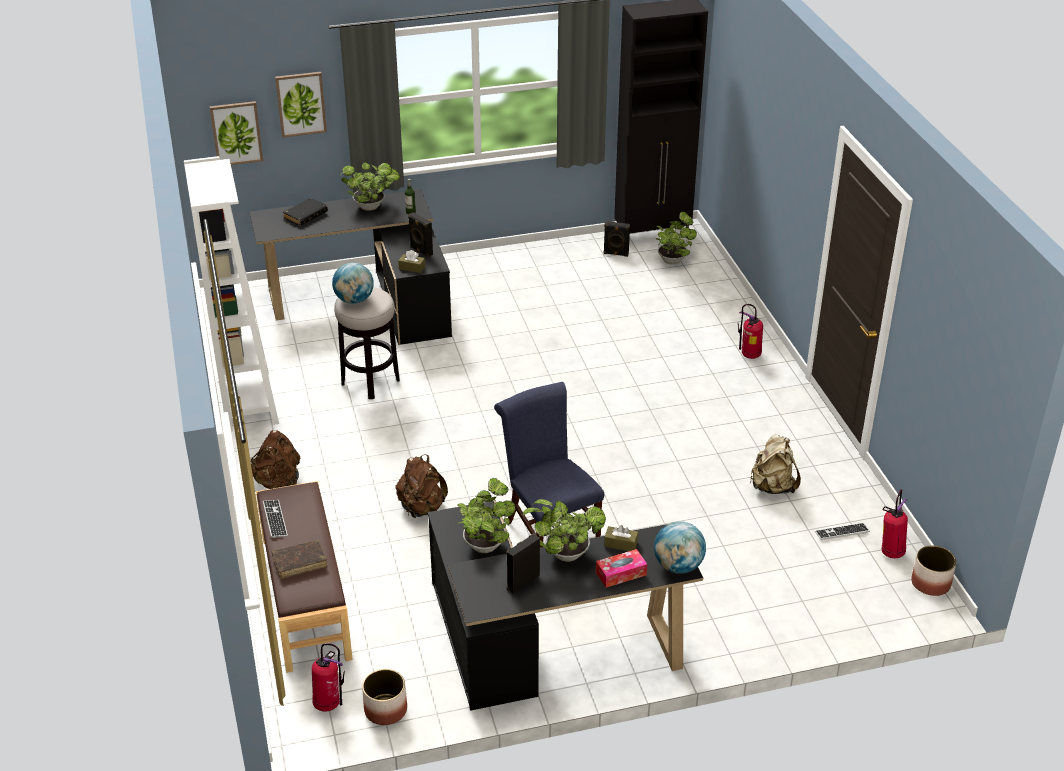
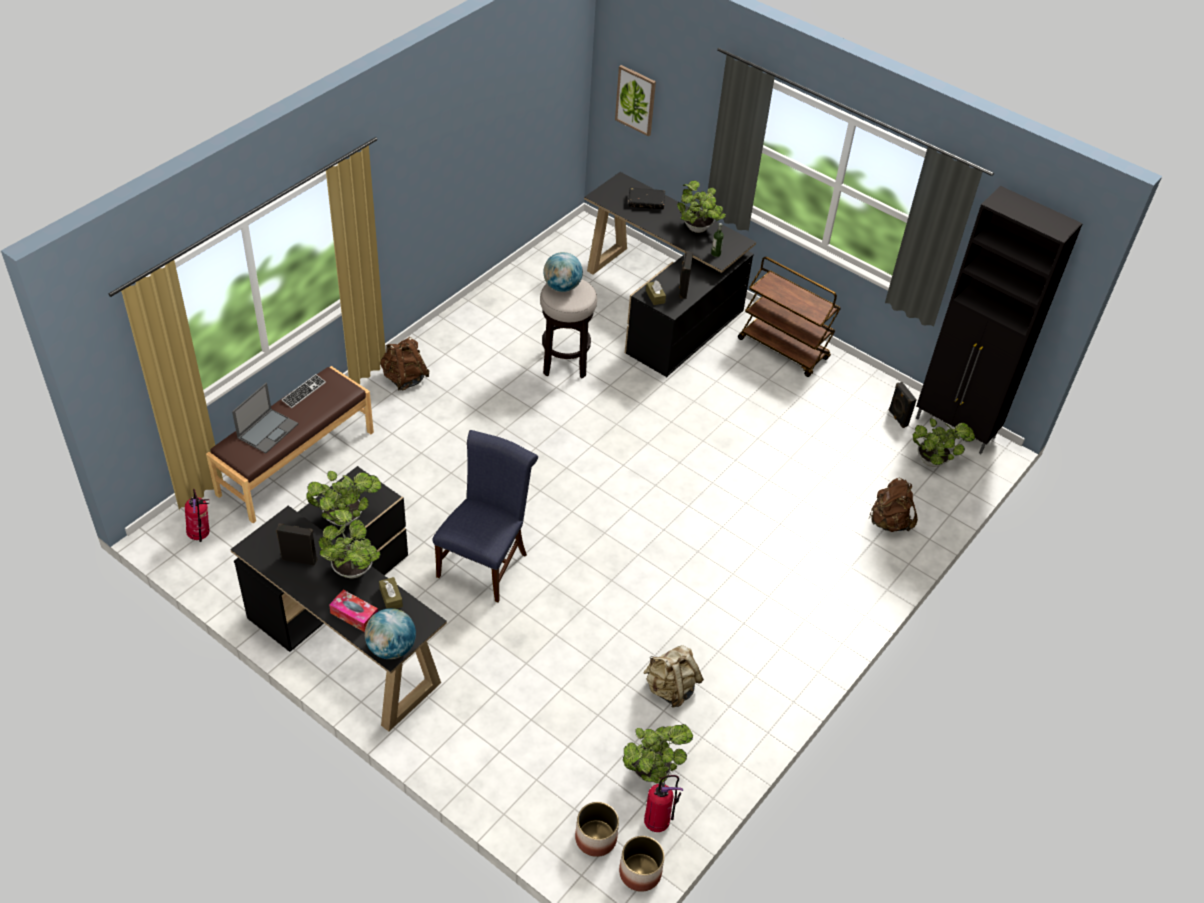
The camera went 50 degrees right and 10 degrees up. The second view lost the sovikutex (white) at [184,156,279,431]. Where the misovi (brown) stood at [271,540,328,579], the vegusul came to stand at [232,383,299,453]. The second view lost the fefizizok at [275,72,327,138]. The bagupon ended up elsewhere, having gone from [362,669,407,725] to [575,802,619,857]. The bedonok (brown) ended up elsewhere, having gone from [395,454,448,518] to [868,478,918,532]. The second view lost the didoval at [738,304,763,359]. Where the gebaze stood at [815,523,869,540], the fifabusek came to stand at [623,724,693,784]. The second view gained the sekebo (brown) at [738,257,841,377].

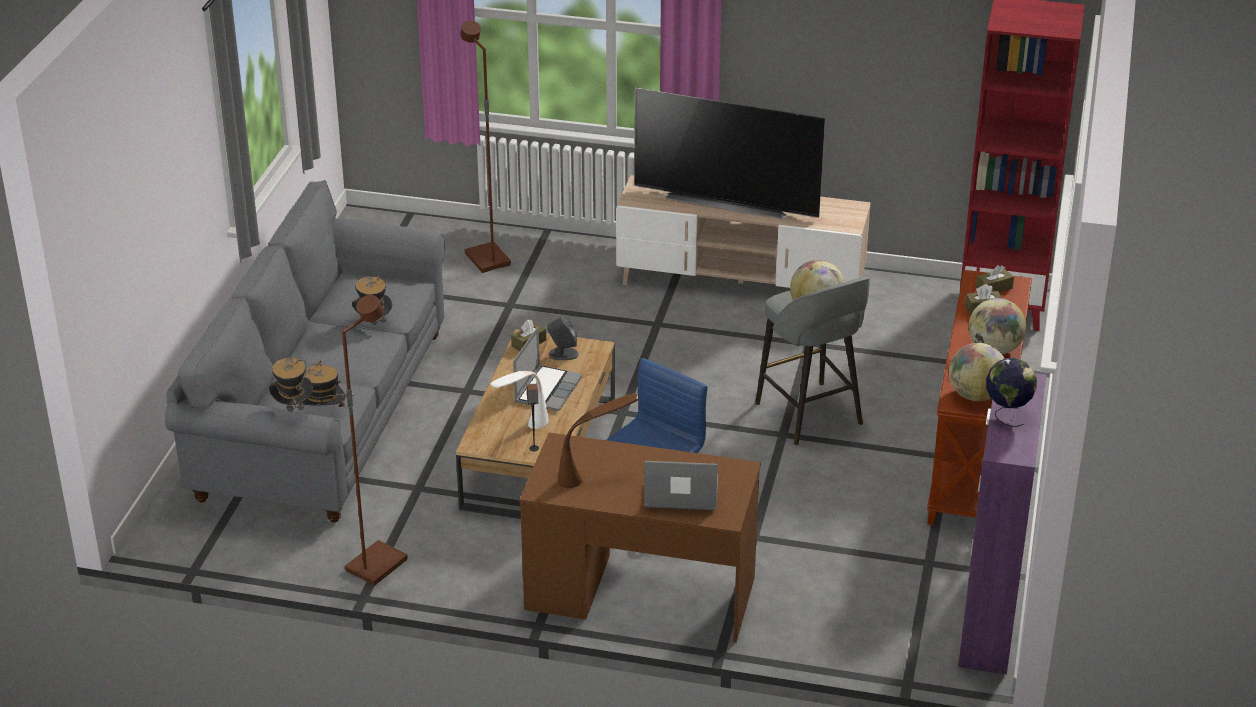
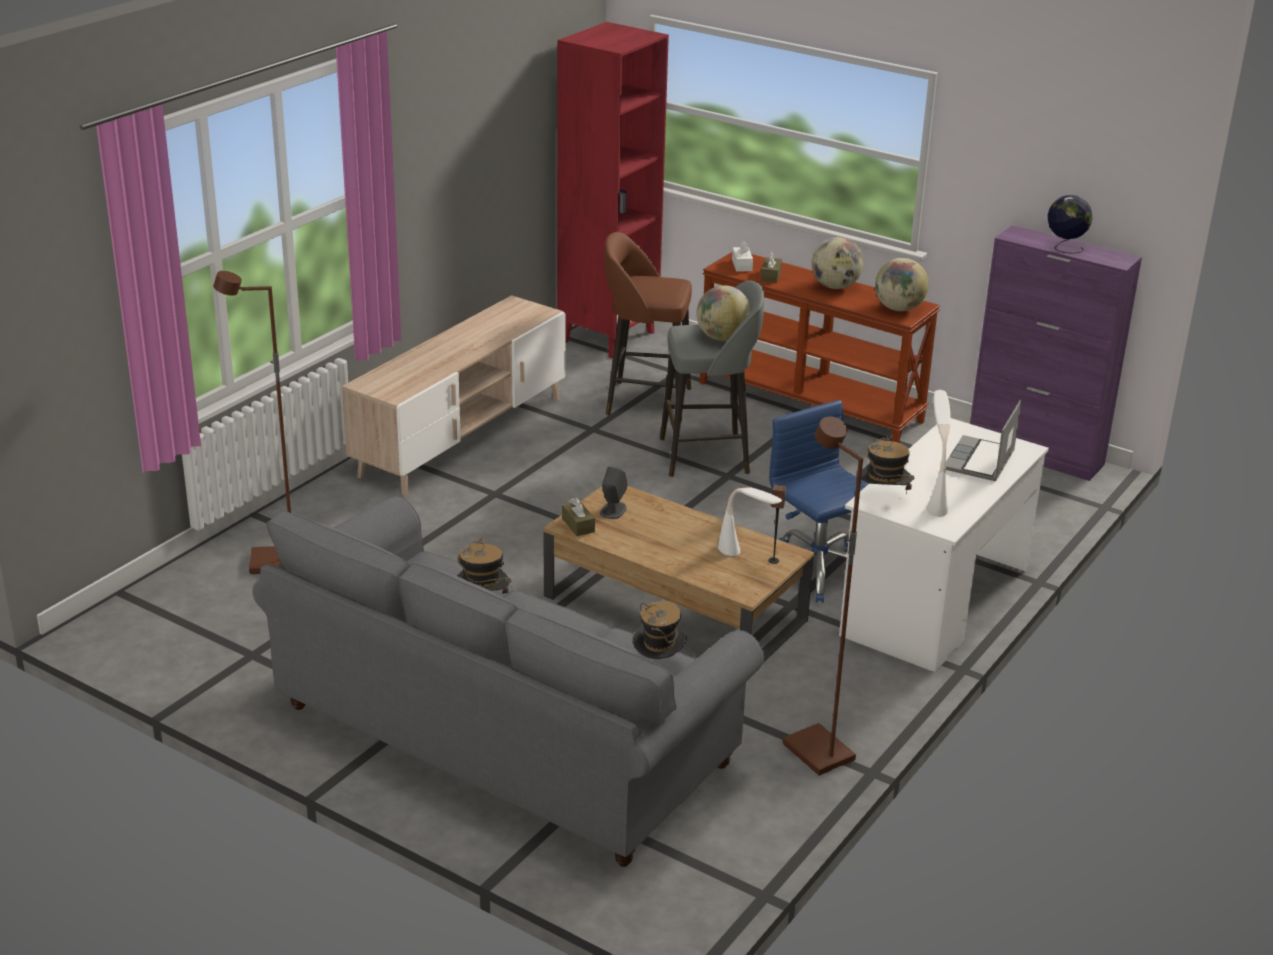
The camera went 70 degrees left and 5 degrees down. The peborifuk ended up elsewhere, having gone from [269,357,313,420] to [861,435,914,495]. The second view lost the vegusul at [513,326,582,411]. What was the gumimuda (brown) at [519,433,761,643] turned into the gumimuda (white) at [839,418,1049,672]. What was the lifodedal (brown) at [558,393,639,488] turned into the lifodedal (white) at [927,390,951,517]. The second view lost the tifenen at [635,87,825,220]. What was the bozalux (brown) at [976,265,1014,292] turned into the bozalux (white) at [732,241,753,271]. The second view gained the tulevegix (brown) at [604,232,692,422].

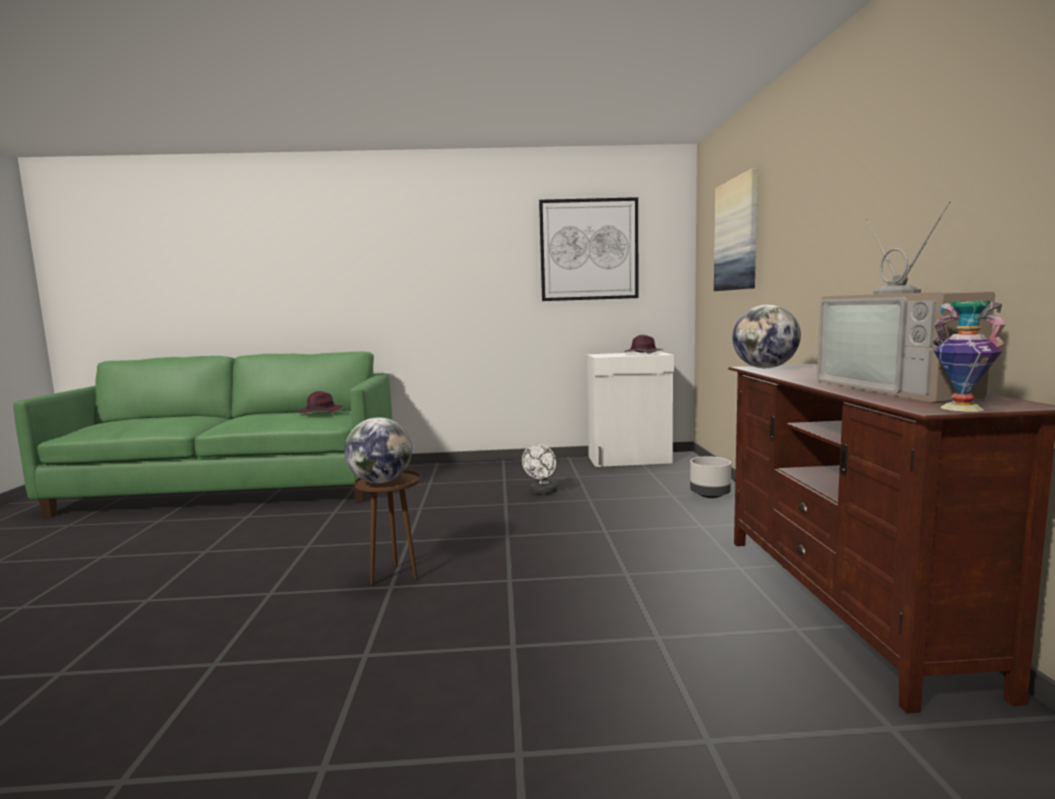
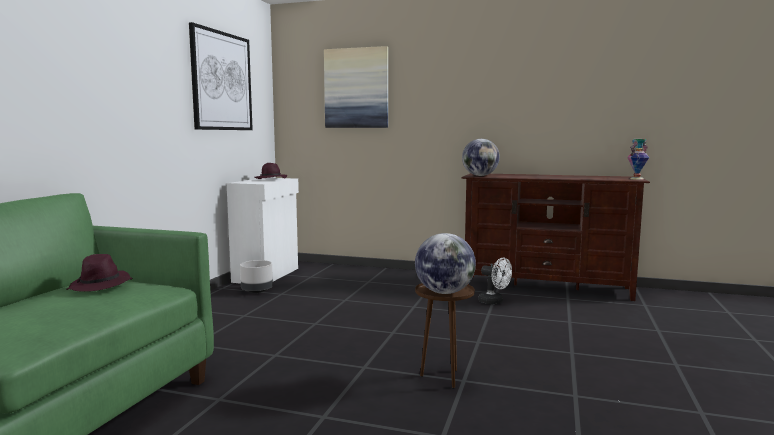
The camera went 70 degrees left and 0 degrees up. The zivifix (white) ended up elsewhere, having gone from [522,444,557,494] to [478,258,512,304]. The bagupon (grey) ended up elsewhere, having gone from [690,456,731,498] to [240,260,273,293]. The second view lost the tifenen at [817,201,995,402].

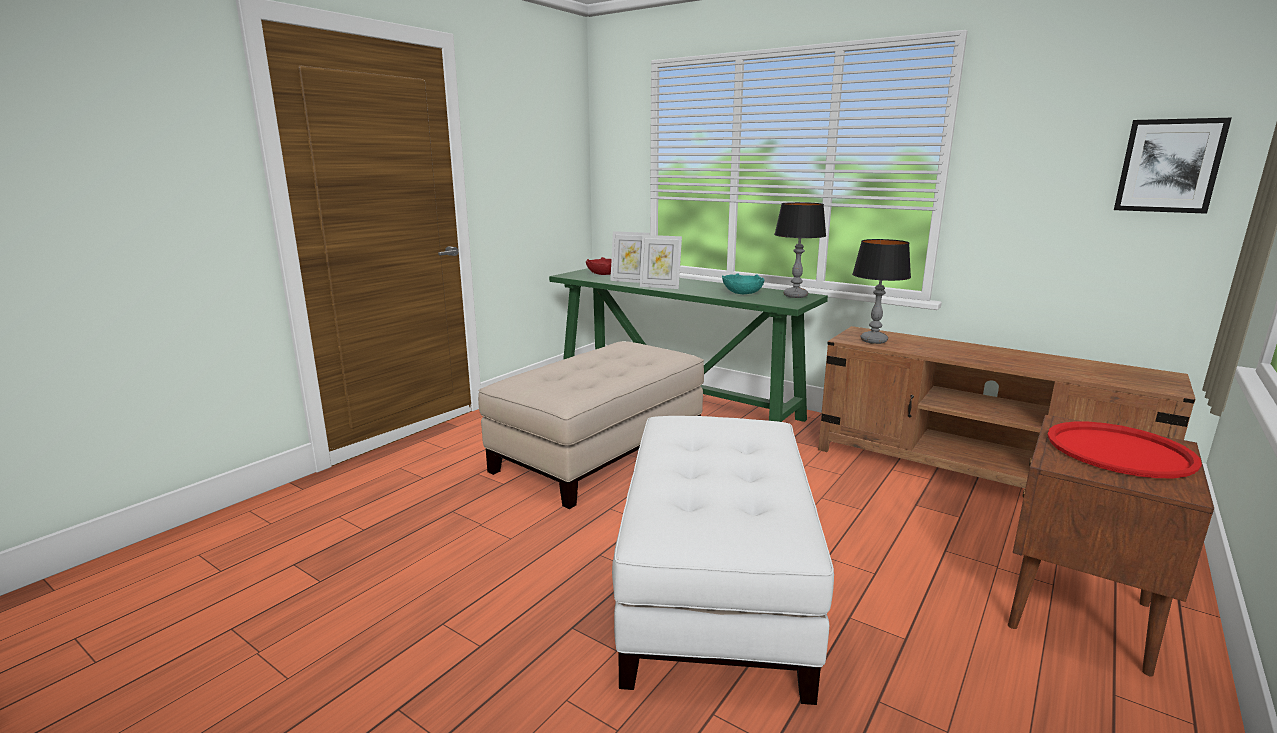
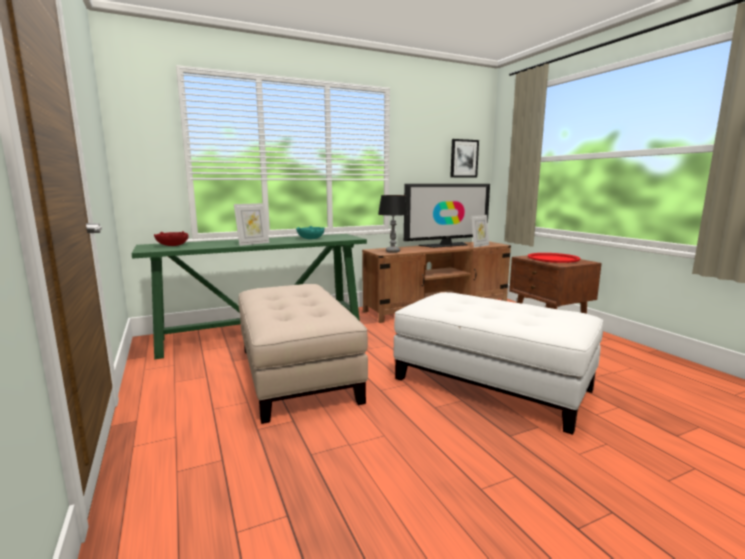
The camera went 60 degrees left and 5 degrees down. The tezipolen ended up elsewhere, having gone from [610,231,650,283] to [471,215,489,247]. The second view lost the lifodedal at [774,202,826,298]. The second view gained the tifenen at [404,184,490,248].

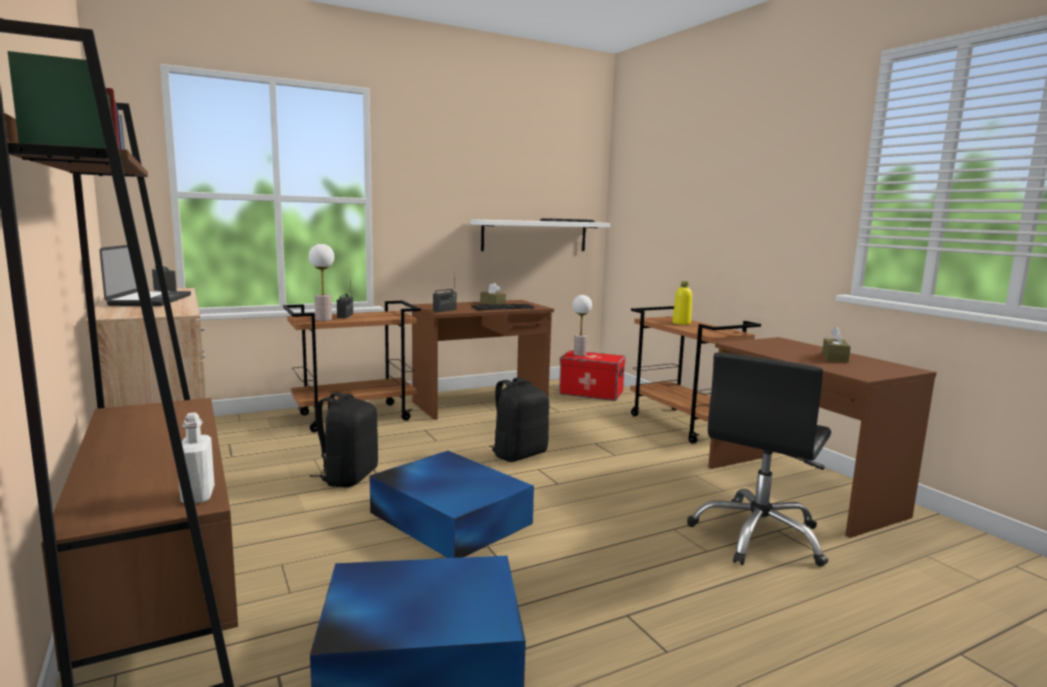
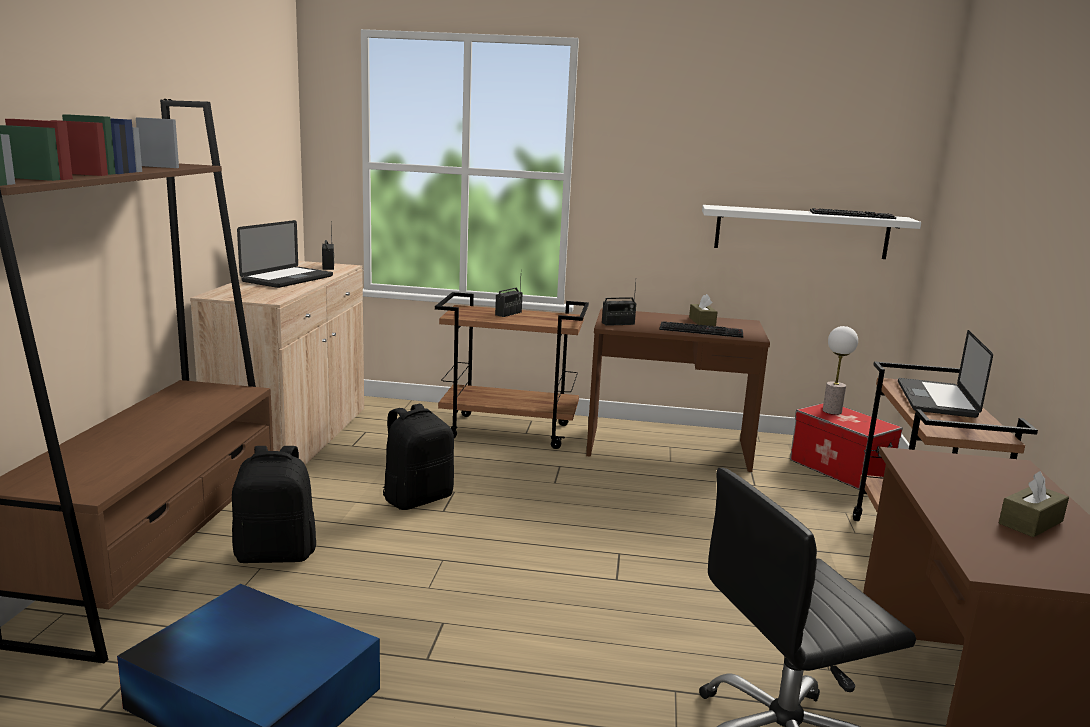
The camera went 35 degrees right and 5 degrees up. The second view lost the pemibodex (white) at [179,413,215,503]. The second view lost the lifodedal at [309,244,334,321]. The second view lost the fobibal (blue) at [370,451,534,558]. The bedonok (black) ended up elsewhere, having gone from [489,377,549,462] to [232,446,316,563]. Where the pemibodex (yellow) stood at [673,281,692,325], the vegusul came to stand at [898,330,993,418].

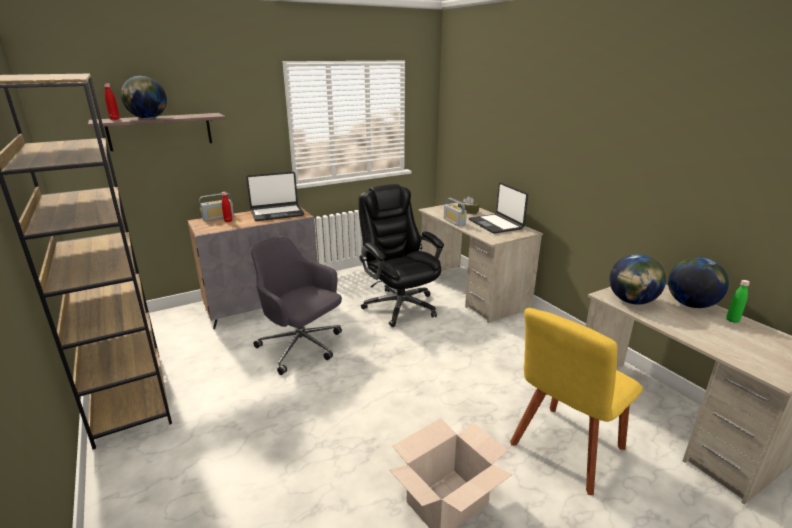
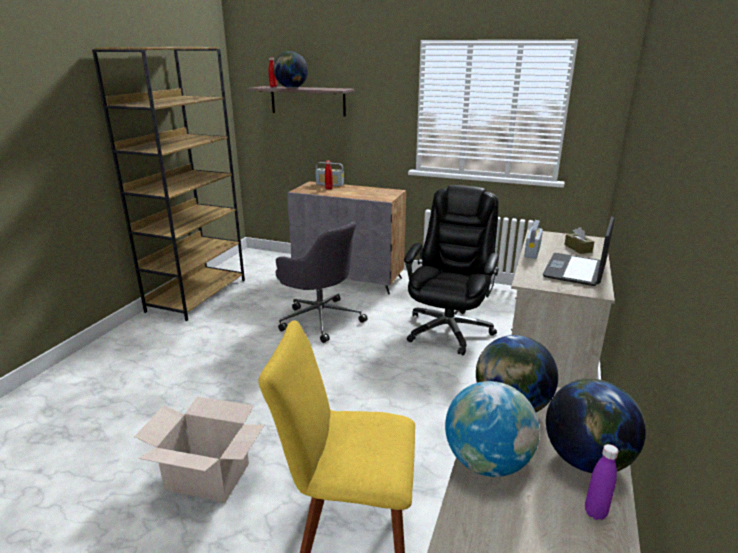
The camera went 50 degrees right and 0 degrees up. The second view lost the vegusul at [246,172,304,221]. The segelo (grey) at [251,236,342,375] ended up facing another way, 135 degrees clockwise from before. What was the pemibodex (green) at [726,280,750,323] turned into the pemibodex (purple) at [585,444,618,520]. The second view gained the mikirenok at [445,381,540,477].

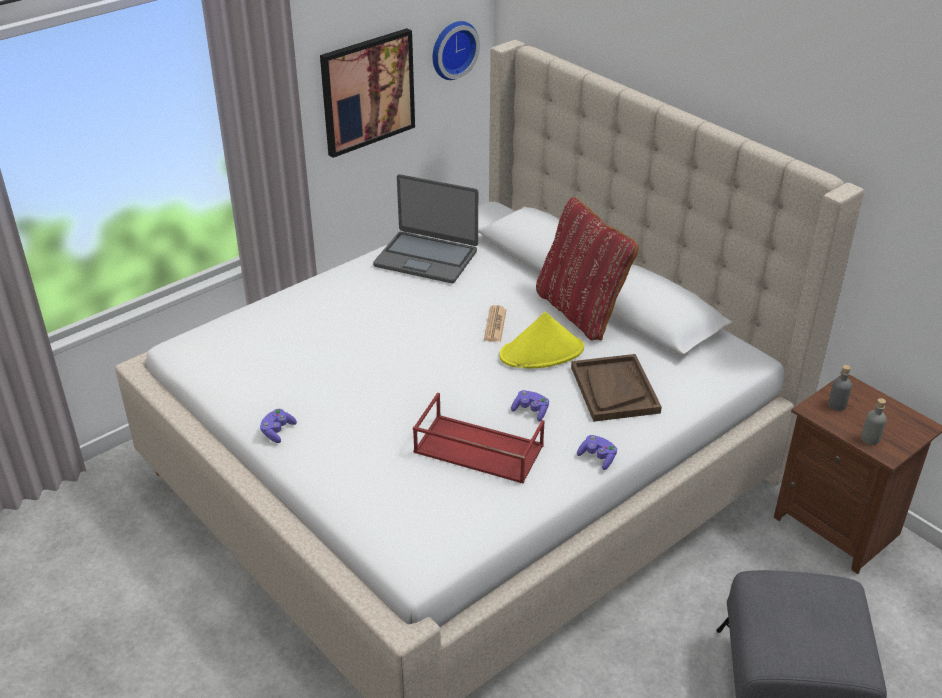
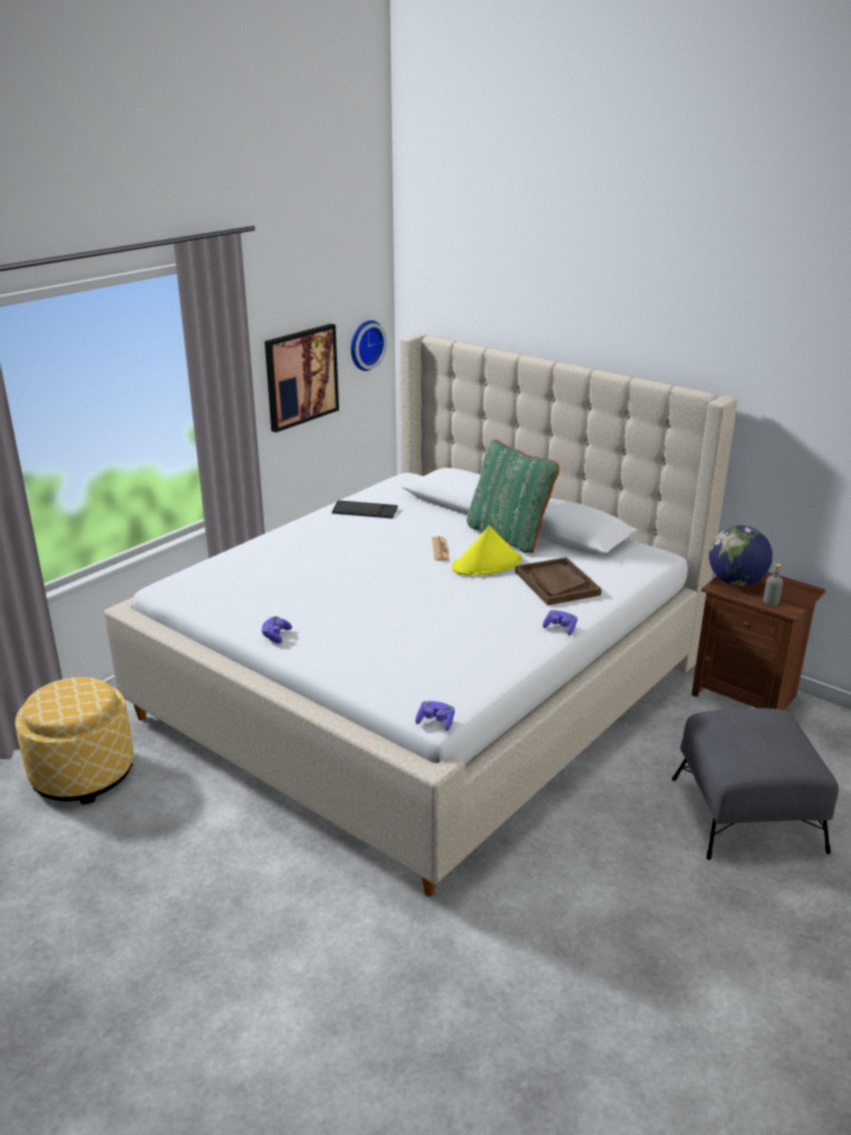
The camera went 10 degrees left and 10 degrees down. Where the vegusul stood at [373,174,478,283], the gebaze came to stand at [332,501,398,519]. The second view lost the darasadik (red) at [413,393,545,484]. The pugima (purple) ended up elsewhere, having gone from [511,390,549,422] to [415,701,455,731]. What was the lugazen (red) at [536,197,639,341] turned into the lugazen (green) at [467,440,560,553]. Where the pemibodex (grey) stood at [828,365,852,411], the mikirenok came to stand at [709,525,772,586]. The second view gained the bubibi at [15,677,134,805].

